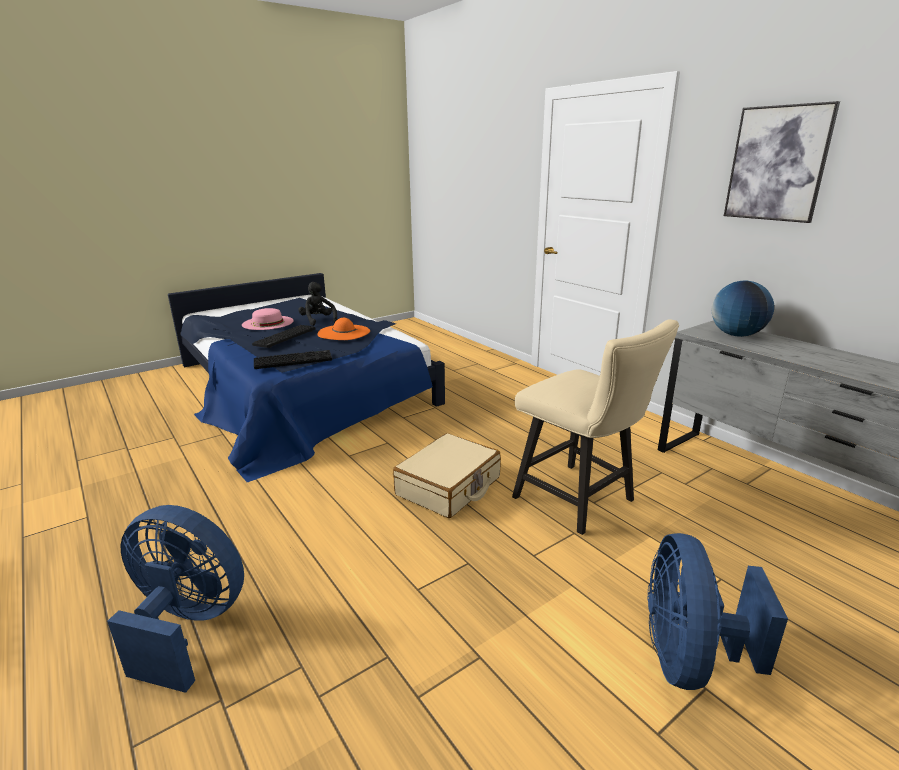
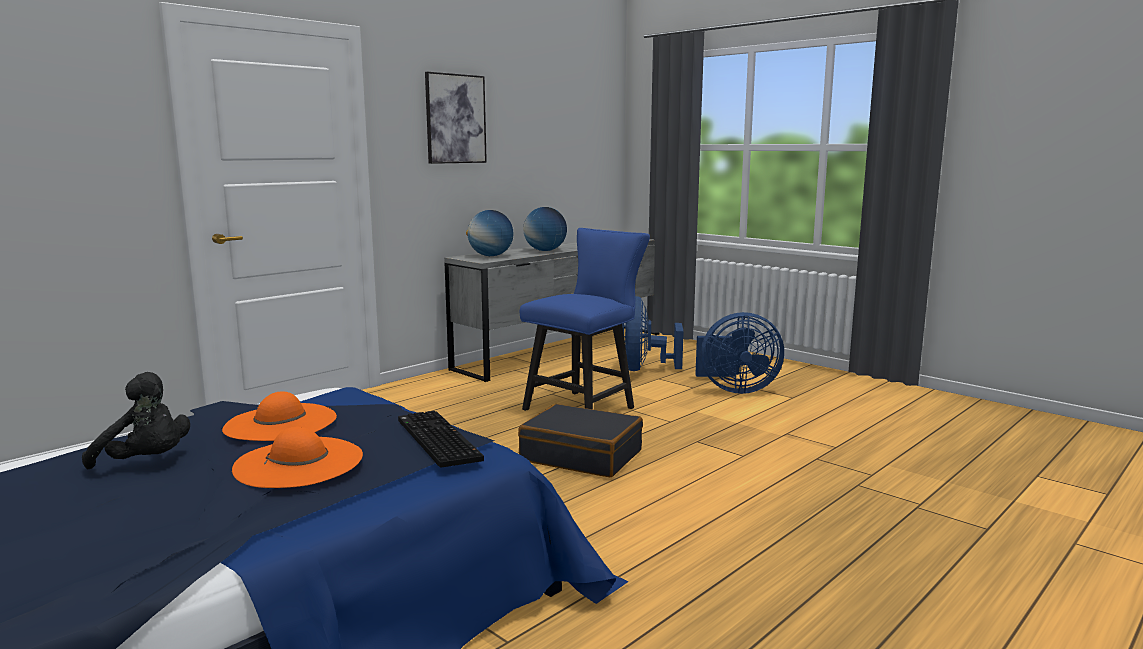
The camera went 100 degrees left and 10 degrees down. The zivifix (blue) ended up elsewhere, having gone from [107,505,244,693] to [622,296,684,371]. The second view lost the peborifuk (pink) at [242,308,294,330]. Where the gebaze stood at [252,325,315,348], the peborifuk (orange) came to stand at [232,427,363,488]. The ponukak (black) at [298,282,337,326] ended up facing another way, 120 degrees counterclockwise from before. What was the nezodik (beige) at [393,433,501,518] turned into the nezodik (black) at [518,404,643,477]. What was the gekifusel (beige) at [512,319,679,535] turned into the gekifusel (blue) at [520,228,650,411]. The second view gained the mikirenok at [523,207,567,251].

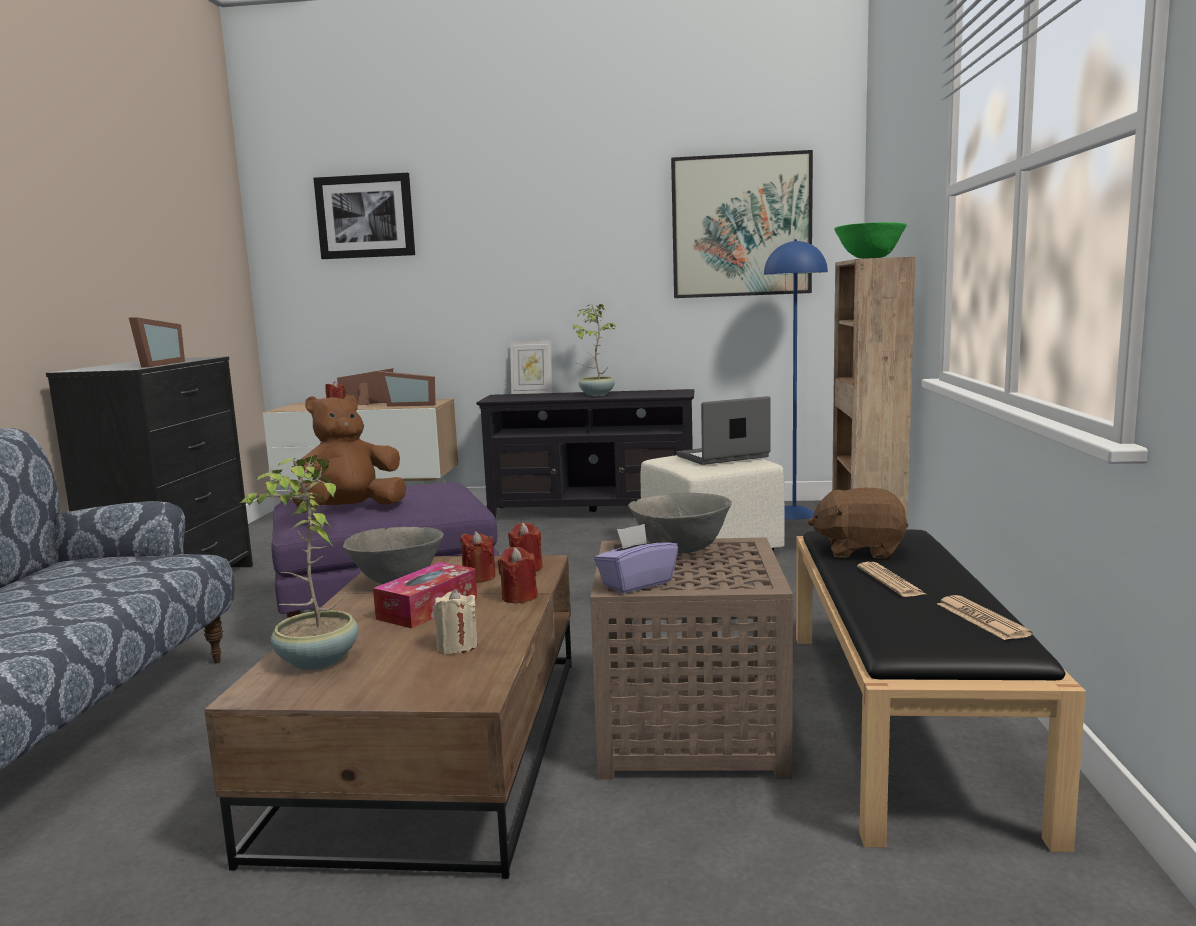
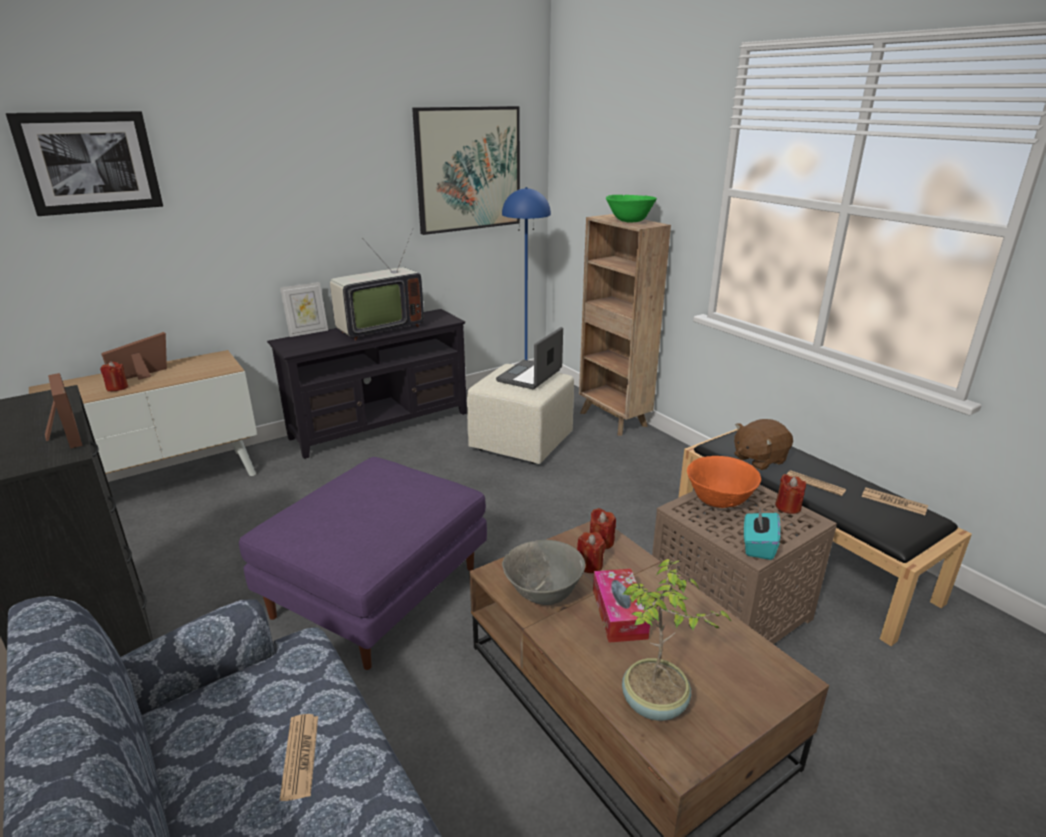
The camera went 40 degrees left and 15 degrees up. The second view lost the ponukak (brown) at [292,395,406,507]. The second view lost the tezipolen at [378,371,436,407]. The second view lost the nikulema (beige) at [433,589,478,654]. The nikulema (red) ended up elsewhere, having gone from [498,547,538,603] to [775,474,806,514]. Where the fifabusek stood at [573,304,617,396], the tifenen came to stand at [330,228,424,341]. What was the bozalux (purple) at [594,524,678,593] turned into the bozalux (turquoise) at [744,509,781,560]. What was the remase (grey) at [628,493,732,553] turned into the remase (orange) at [687,456,761,508]. The second view gained the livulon at [280,714,318,801].

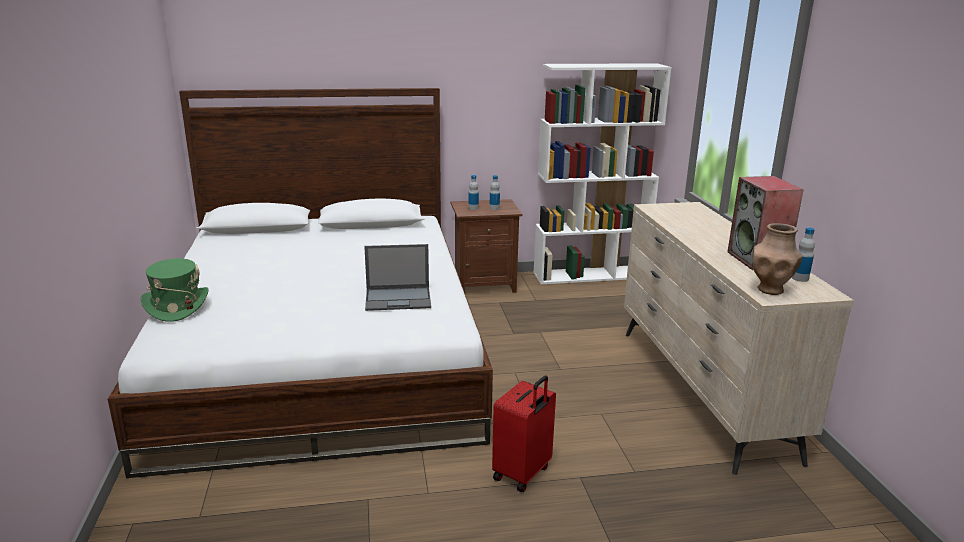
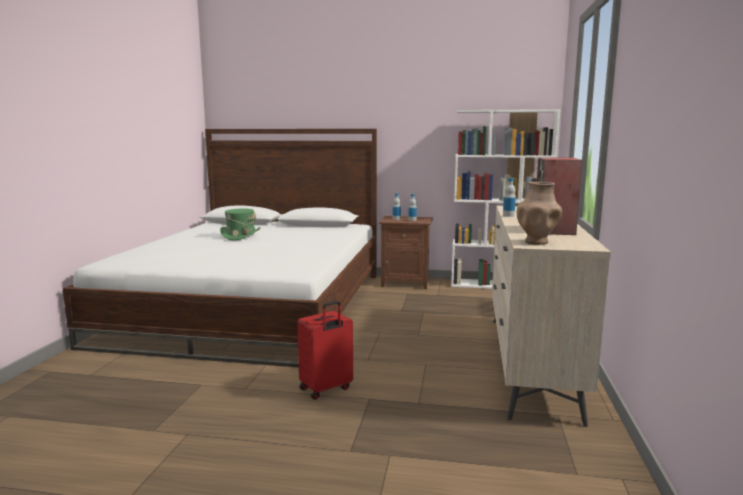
The camera went 20 degrees right and 10 degrees down. The peborifuk (green) ended up elsewhere, having gone from [141,258,209,322] to [220,209,260,241]. The second view lost the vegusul at [364,244,431,311]. The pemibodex ended up elsewhere, having gone from [792,227,815,282] to [503,178,516,217].

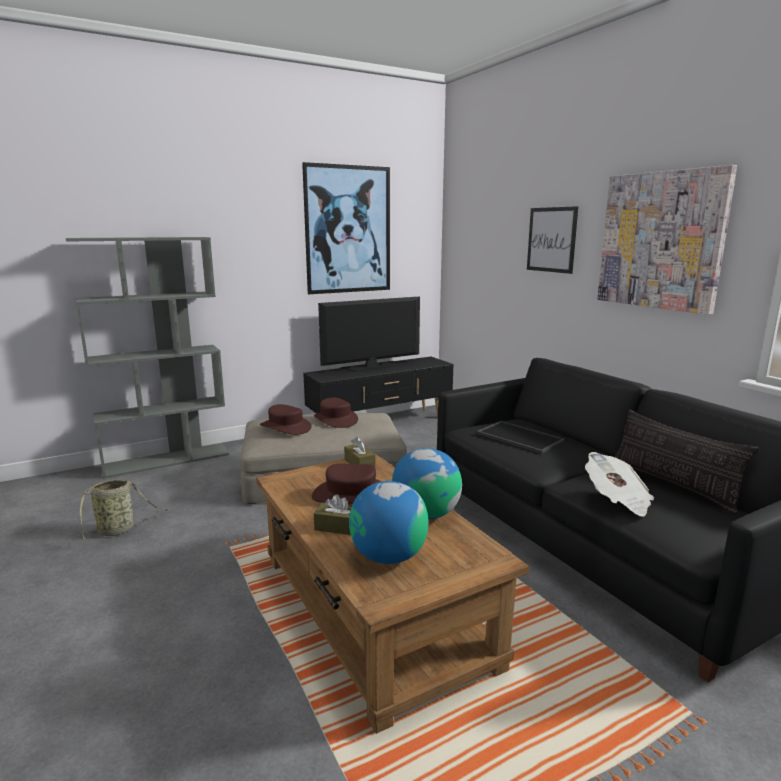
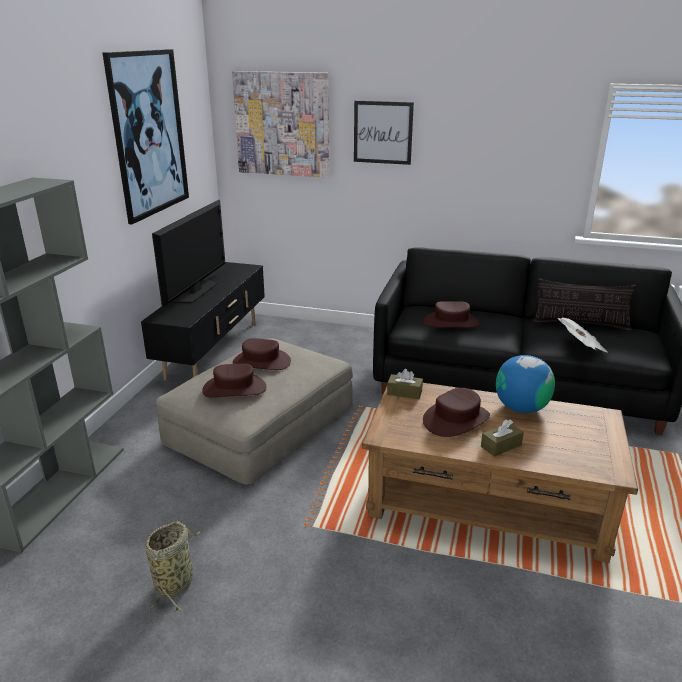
The camera went 45 degrees left and 10 degrees up. The second view lost the mikirenok at [349,481,429,564]. Where the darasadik stood at [476,421,565,454], the peborifuk (brown) came to stand at [424,301,479,328]. The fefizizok ended up elsewhere, having gone from [597,165,737,315] to [232,71,329,177].

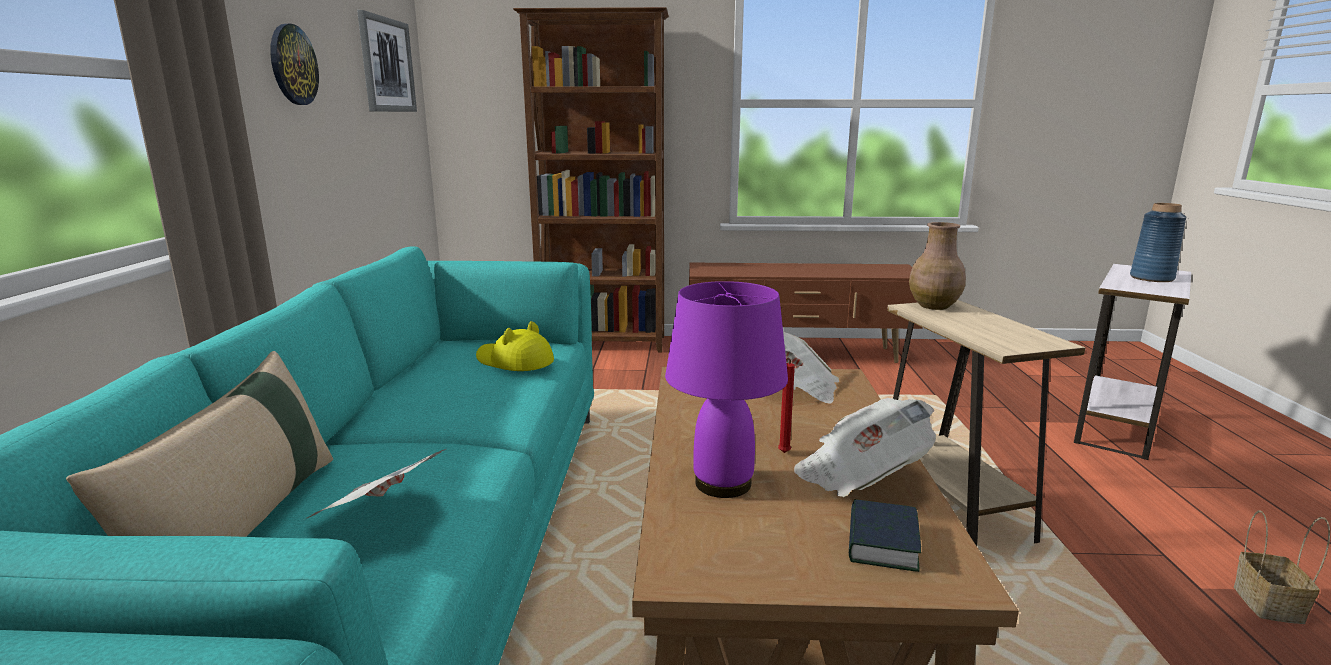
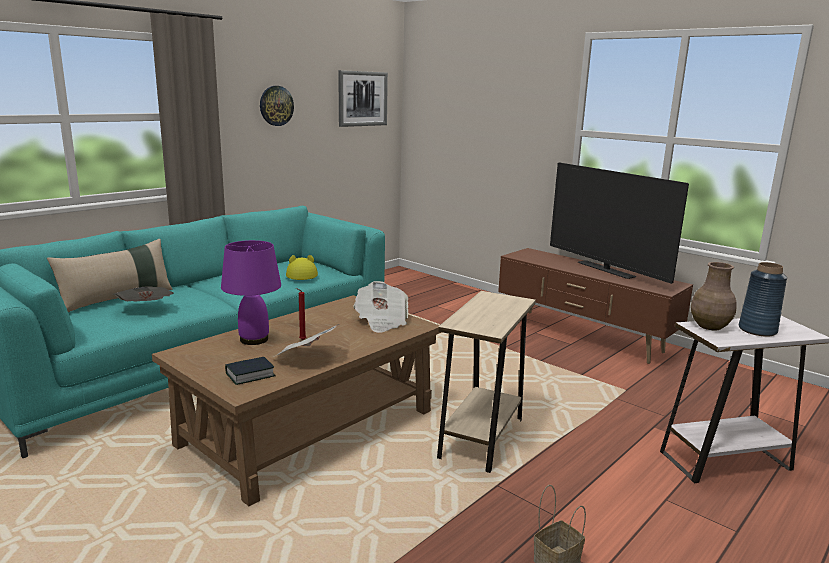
The camera went 40 degrees right and 0 degrees up. The second view lost the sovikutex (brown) at [513,7,669,353]. The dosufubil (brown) ended up elsewhere, having gone from [909,222,966,310] to [691,262,737,331]. The second view gained the tifenen at [550,162,689,284].

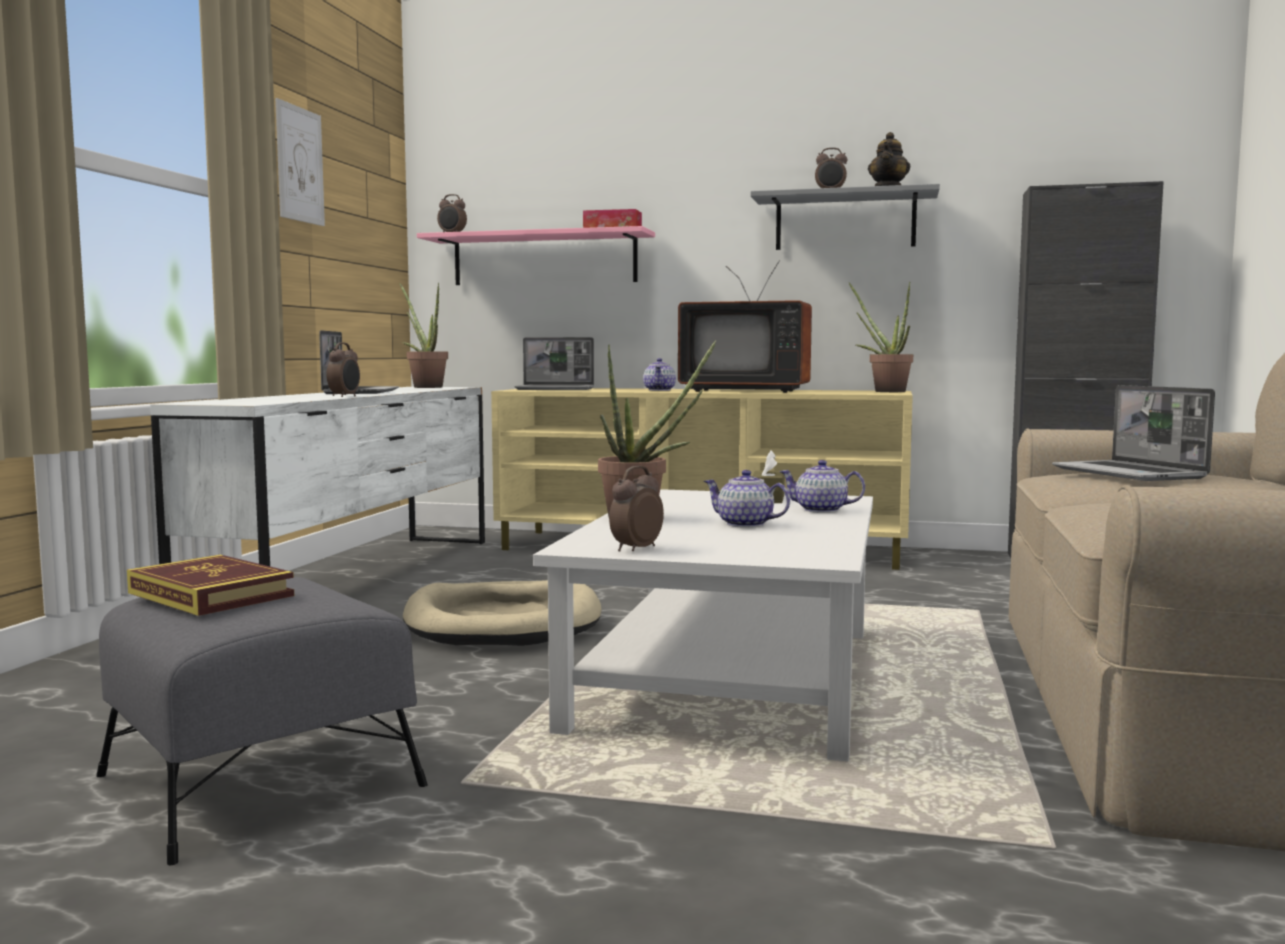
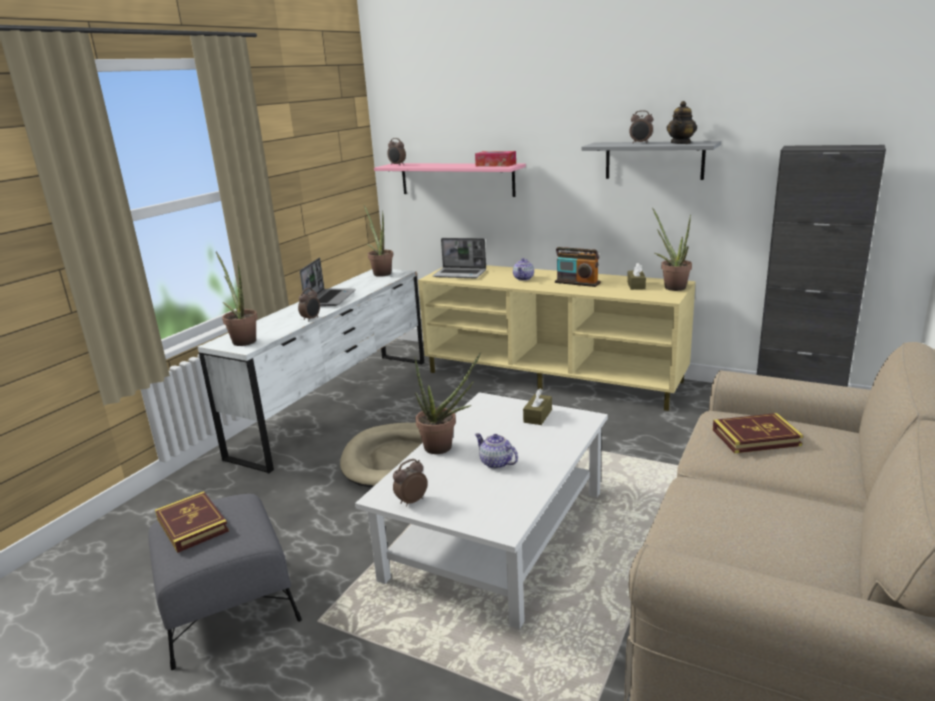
The camera went 15 degrees right and 15 degrees up. The second view lost the fefizizok at [275,98,325,226]. Where the tifenen stood at [678,261,812,393], the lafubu came to stand at [555,247,601,287]. The second view lost the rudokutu at [779,460,865,513]. Where the vegusul stood at [1052,385,1215,481], the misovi came to stand at [713,413,804,453]. The second view gained the fifabusek at [216,252,258,346]. The second view gained the bozalux (brown) at [627,263,646,290].

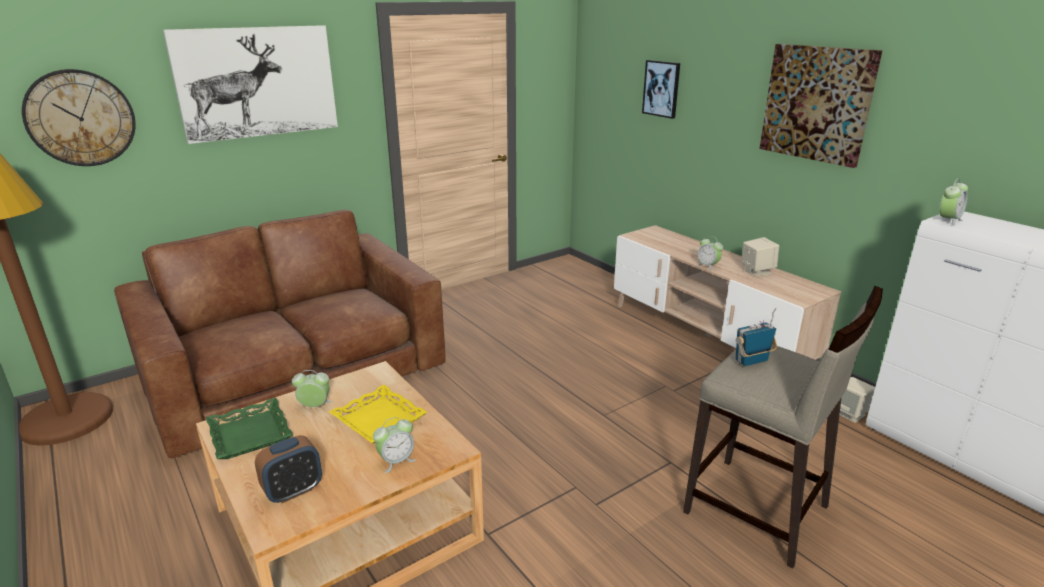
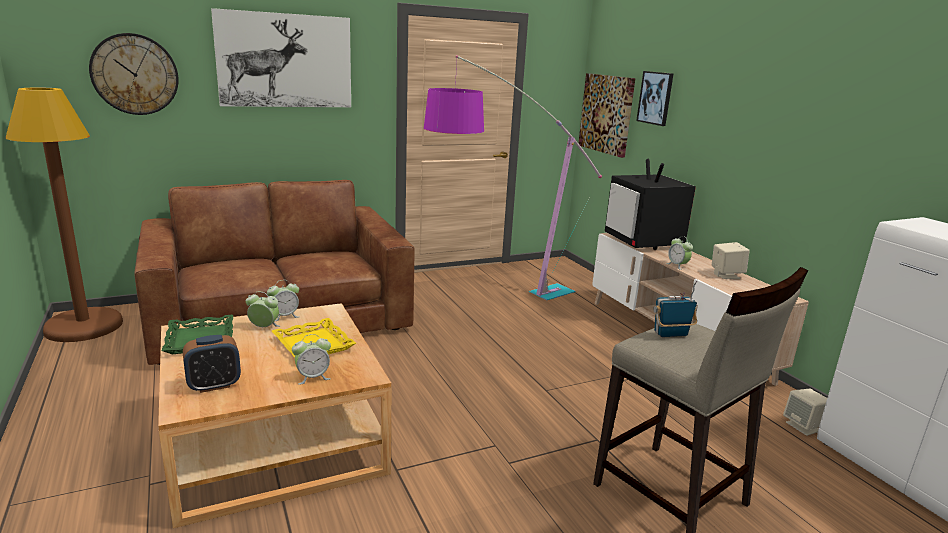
The camera went 10 degrees right and 5 degrees down. The fefizizok ended up elsewhere, having gone from [759,44,883,168] to [578,73,636,158]. The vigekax ended up elsewhere, having gone from [940,179,968,226] to [267,280,299,322]. The second view gained the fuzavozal at [424,55,602,300]. The second view gained the tifenen at [605,159,696,250].

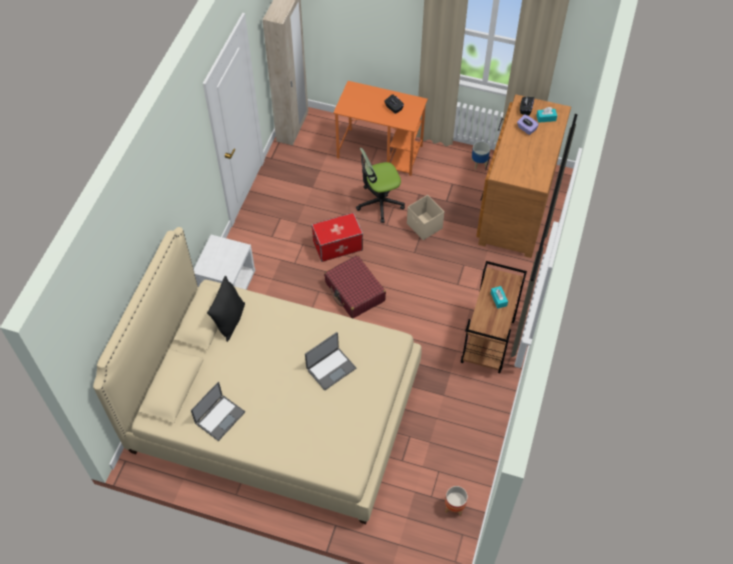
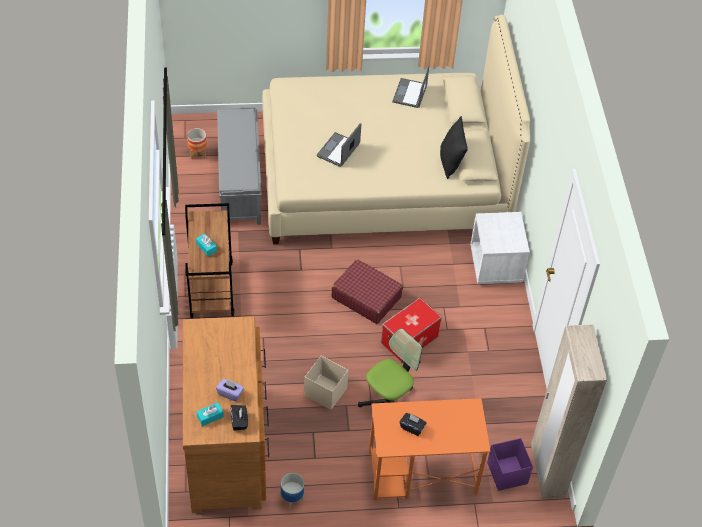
The camera went 155 degrees right and 5 degrees down. The second view gained the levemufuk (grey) at [217,107,262,225]. The second view gained the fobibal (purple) at [487,438,533,491].

